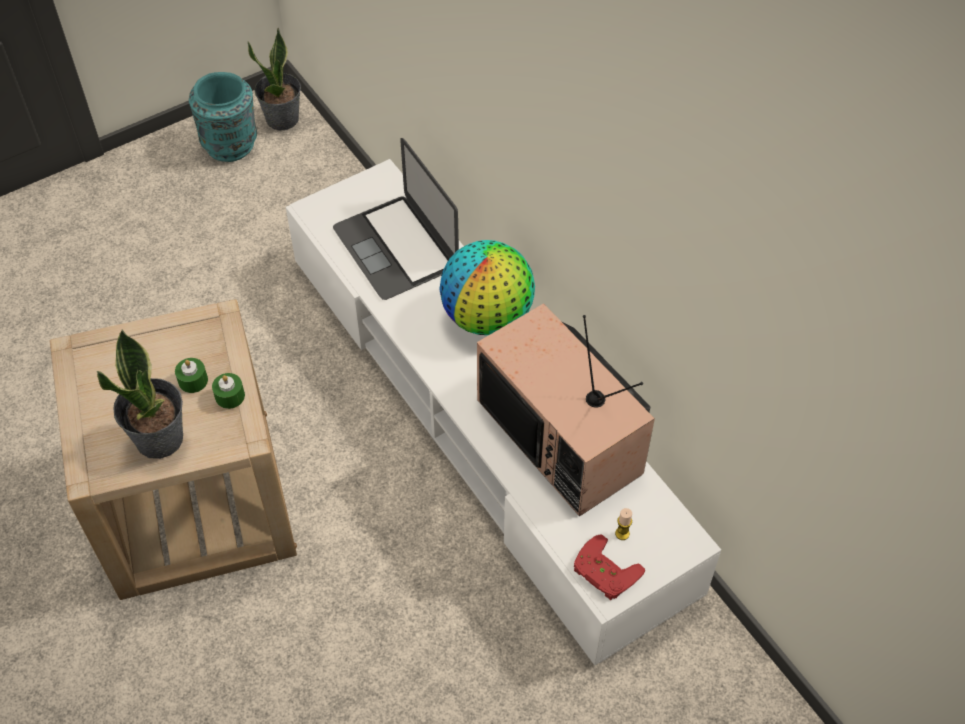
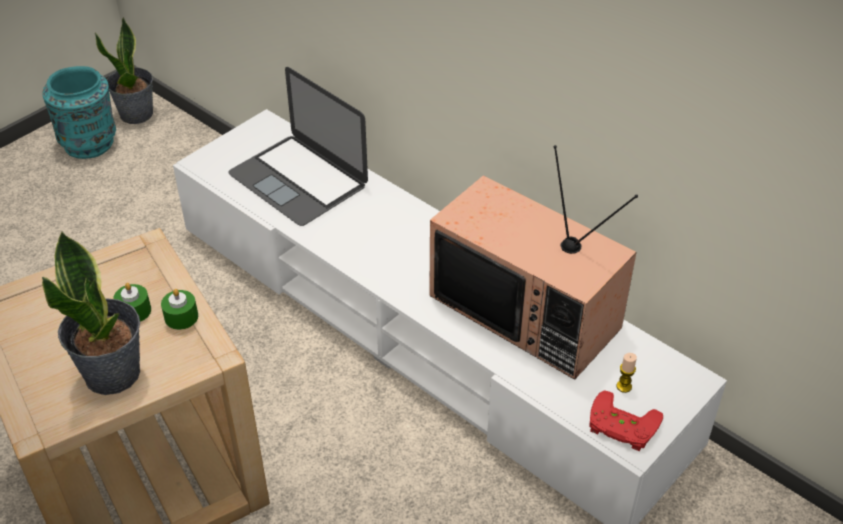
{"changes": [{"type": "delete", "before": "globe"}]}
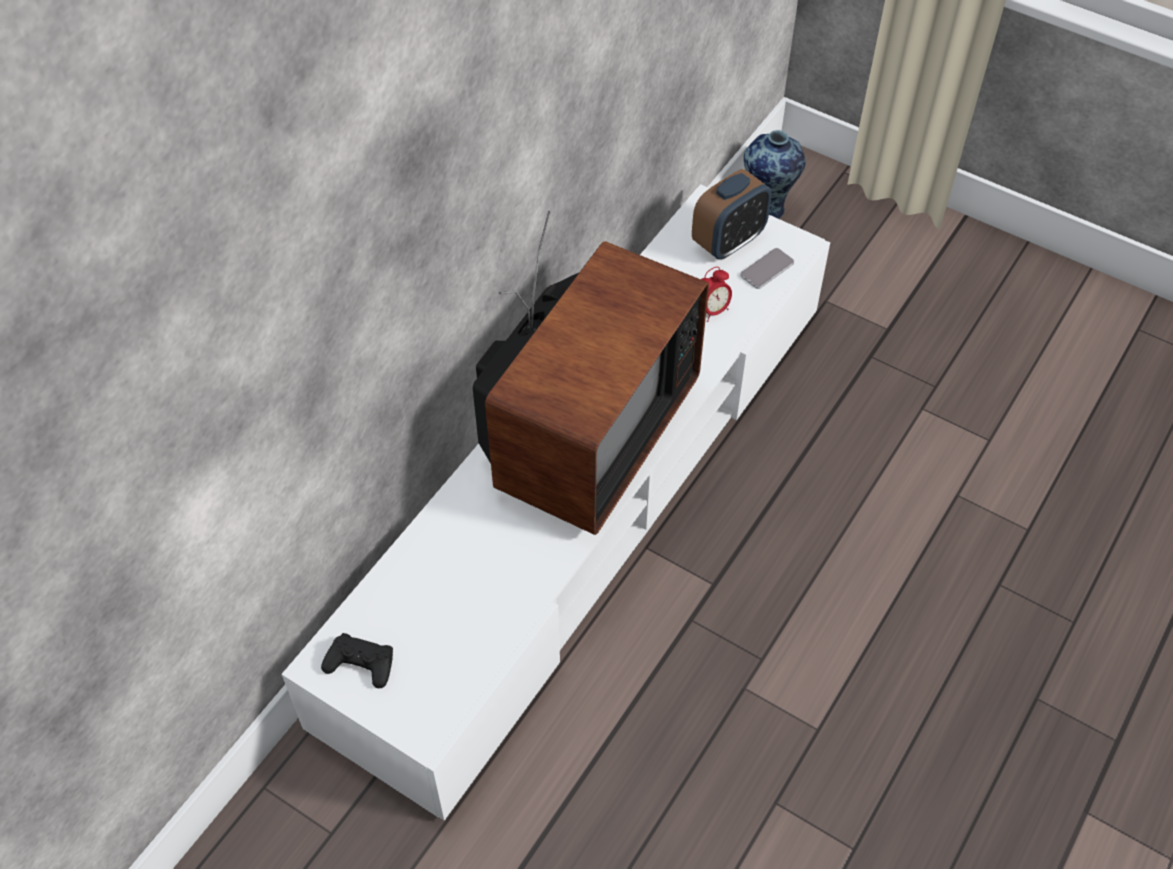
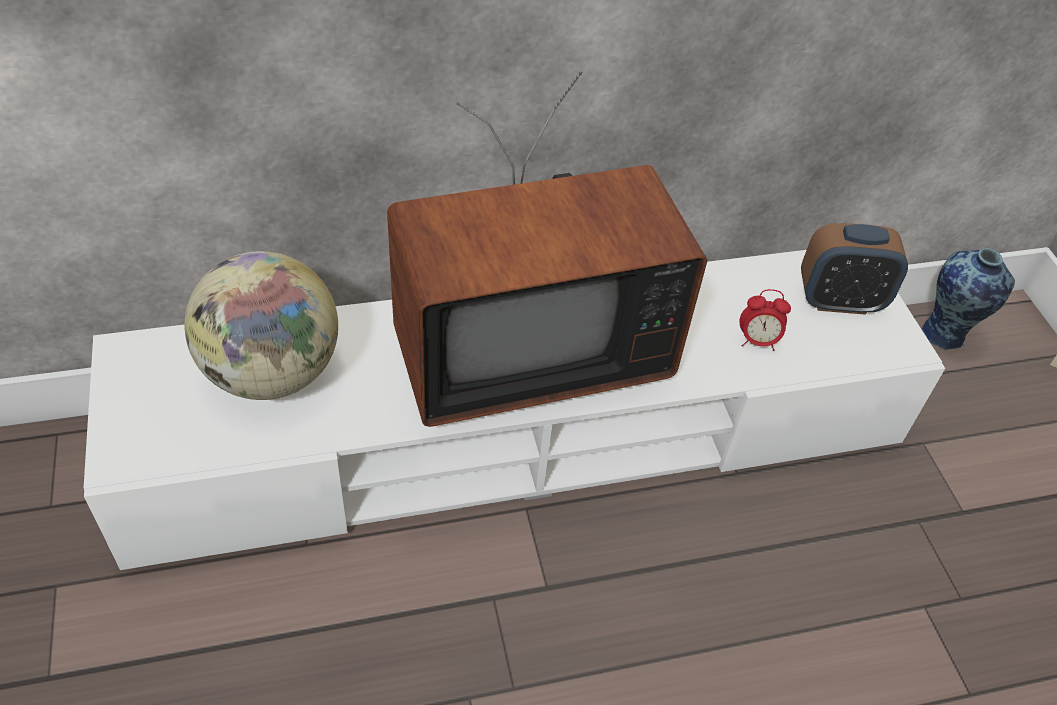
{"changes": [{"type": "delete", "before": "manette (noir)"}, {"type": "delete", "before": "téléphone"}, {"type": "insert", "after": "globe"}]}
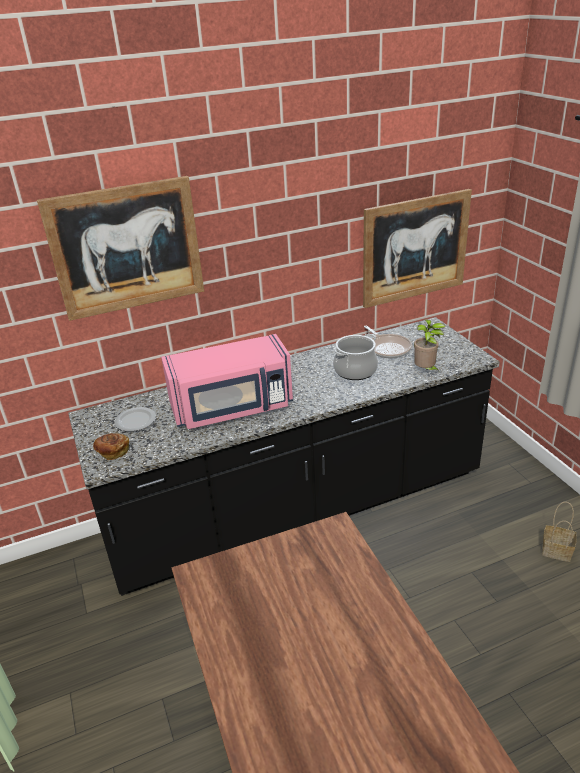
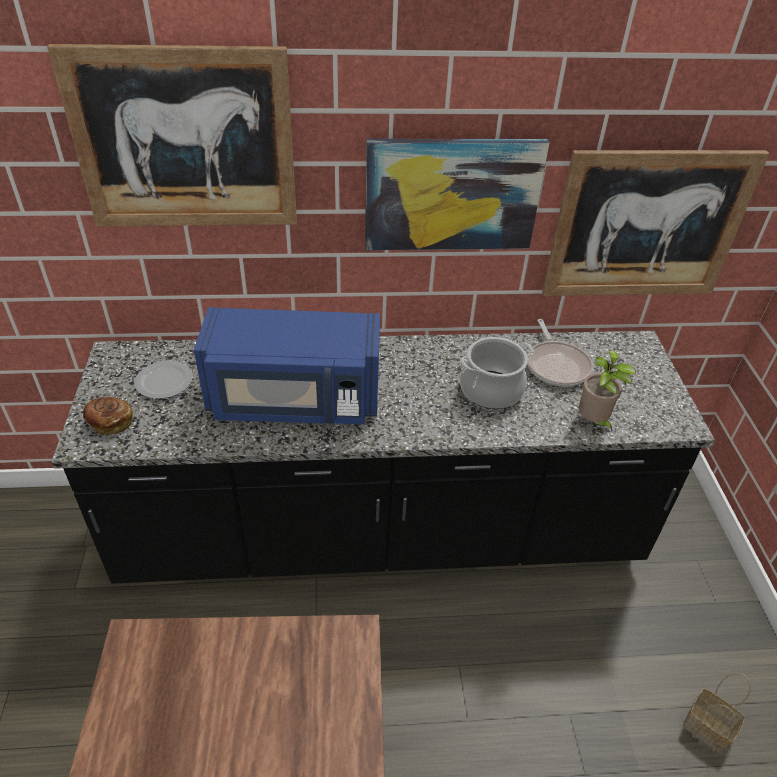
{"changes": [{"type": "recolor", "before": "micro-ondes (rose)", "after": "micro-ondes (bleu)"}, {"type": "insert", "after": "tableau (2nd from left)"}]}
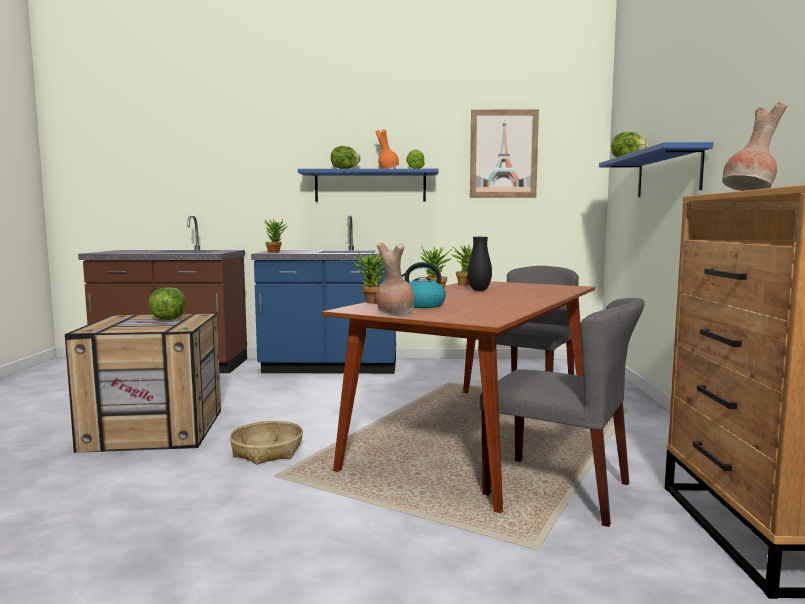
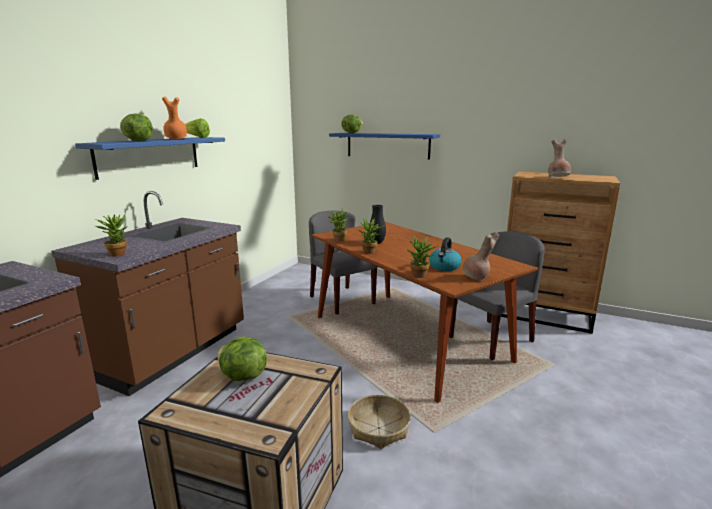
{"changes": [{"type": "recolor", "before": "comptoir de cuisine (bleu)", "after": "comptoir de cuisine (marron) (2nd from left)"}, {"type": "delete", "before": "tableau"}]}
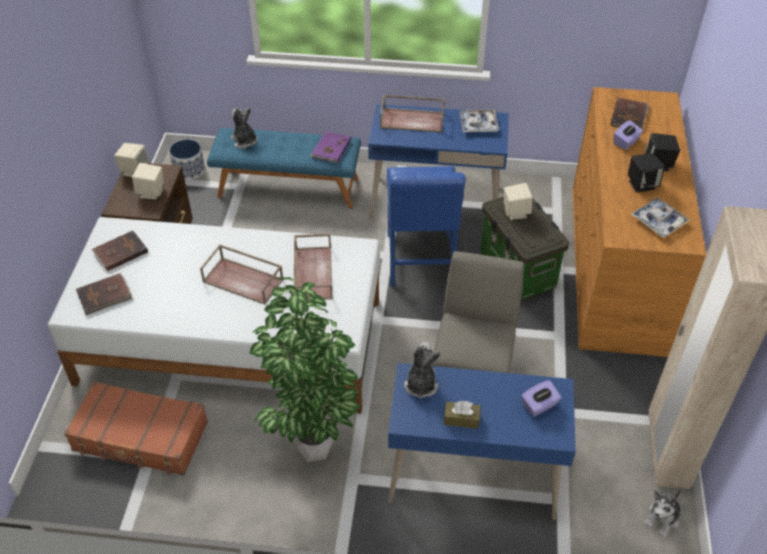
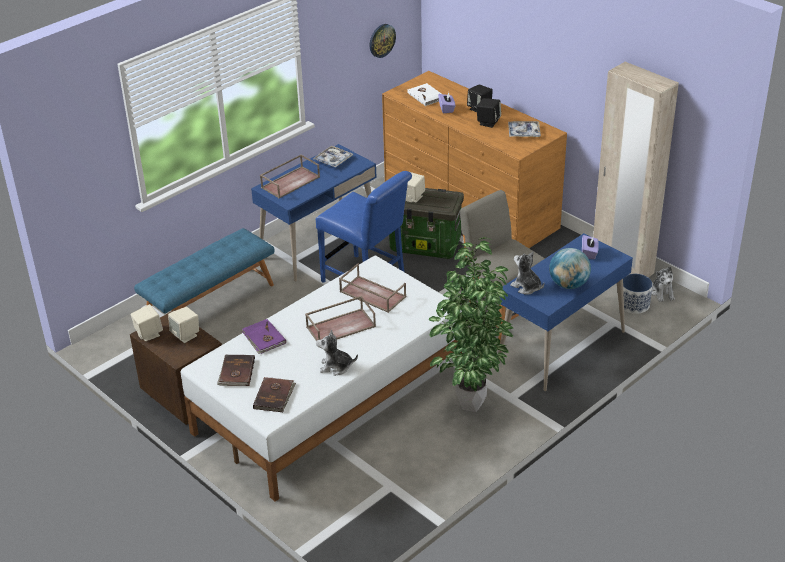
{"changes": [{"type": "delete", "before": "valise (marron)"}, {"type": "move", "before": "cache-pot"}, {"type": "move", "before": "peluche (1st from left)"}, {"type": "move", "before": "livre (violet)"}, {"type": "replace", "before": "boîte à mouchoirs (marron)", "after": "globe"}, {"type": "recolor", "before": "livre (marron) (3rd from left)", "after": "livre (blanc)"}, {"type": "insert", "after": "horloge murale"}]}
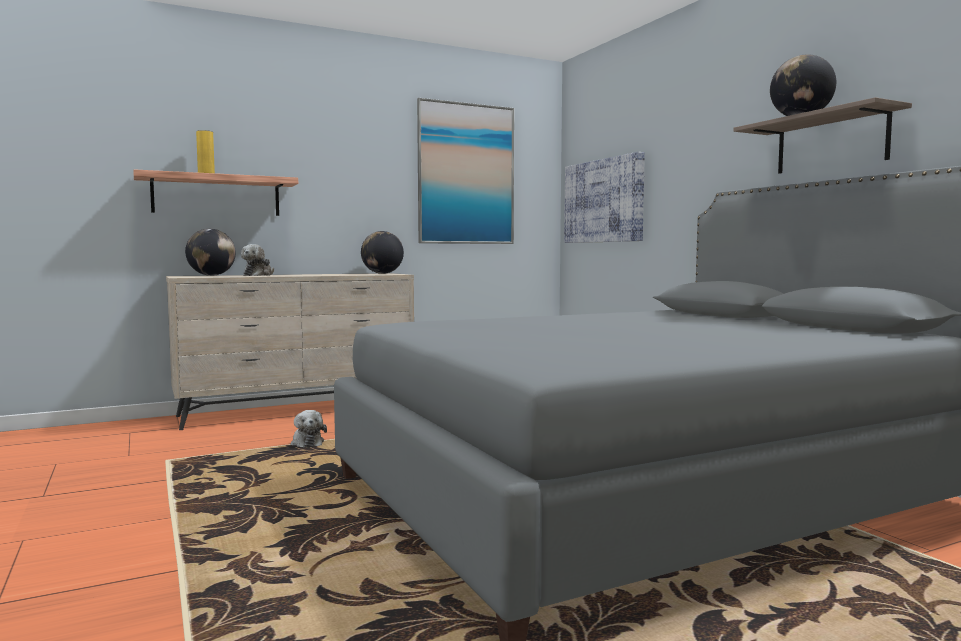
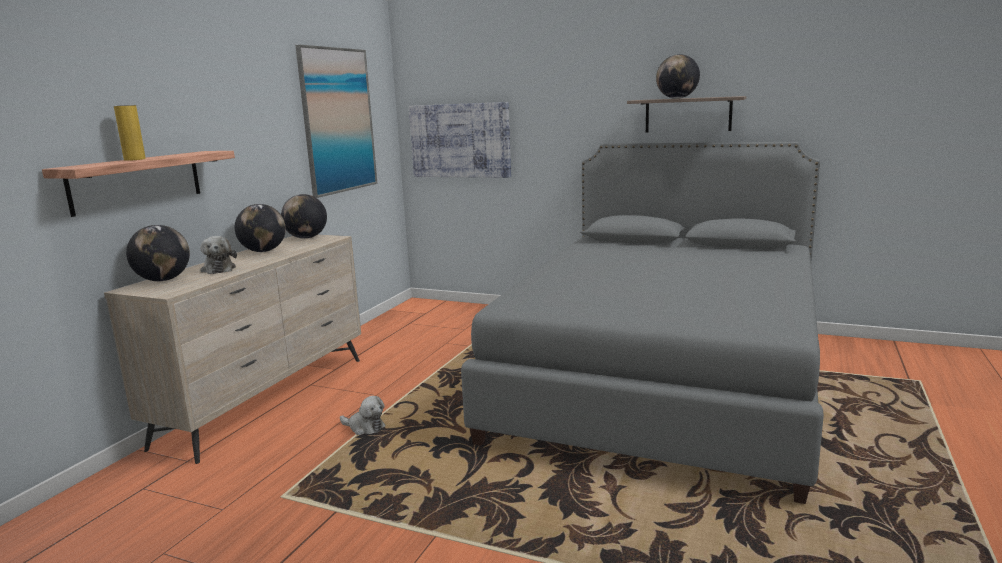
{"changes": [{"type": "insert", "after": "globe (2nd from left)"}]}
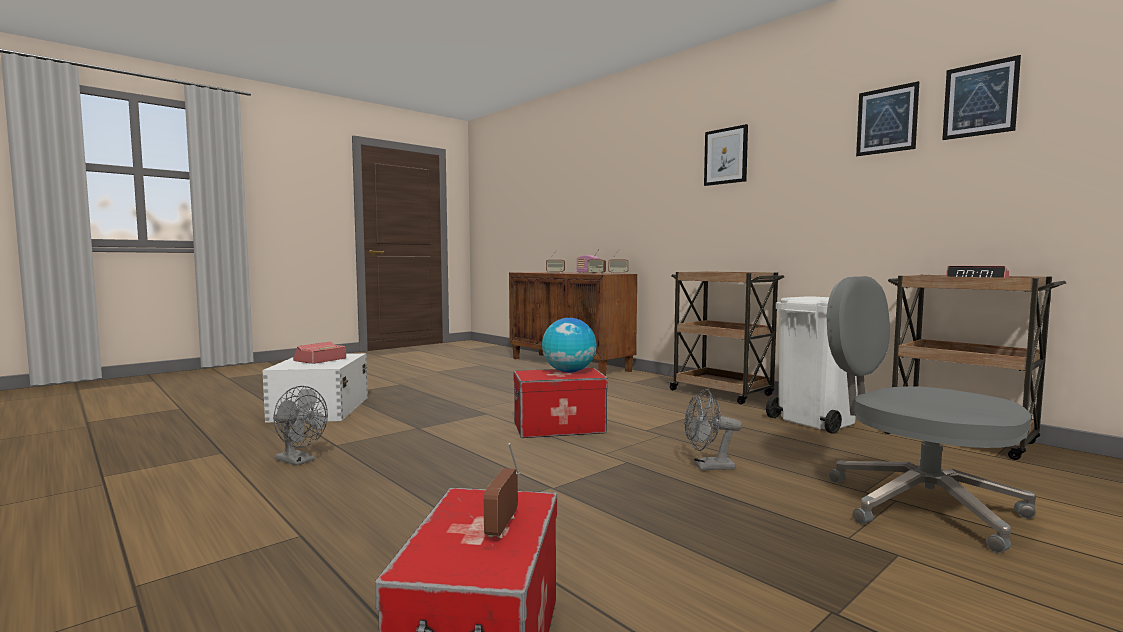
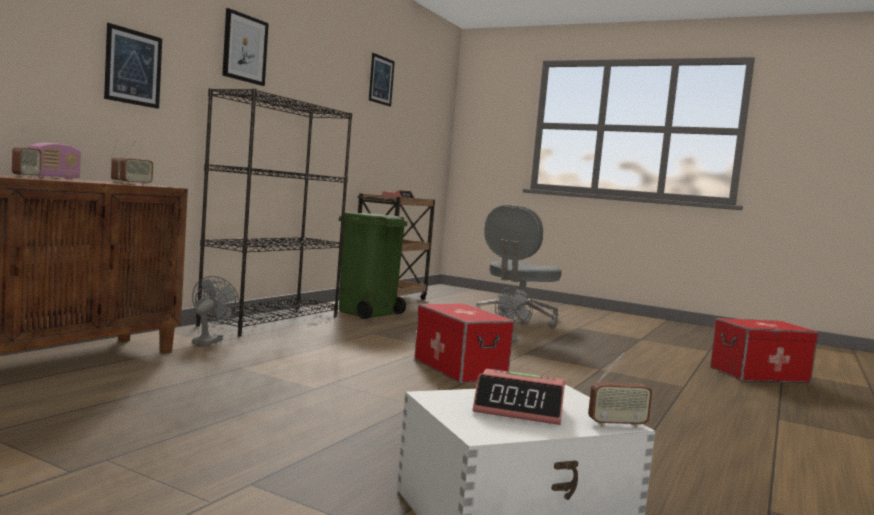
{"changes": [{"type": "move", "before": "ventilateur (gris) (1st from left)"}, {"type": "move", "before": "radio (1st from left in the first image)", "after": "radio (5th from left)"}, {"type": "delete", "before": "globe"}, {"type": "replace", "before": "chariot (marron) (1st from left)", "after": "bibliothèque (noir)"}, {"type": "recolor", "before": "poubelle (blanc)", "after": "poubelle (vert)"}, {"type": "move", "before": "tableau (2nd from left in the first image)", "after": "tableau (1st from left)"}]}
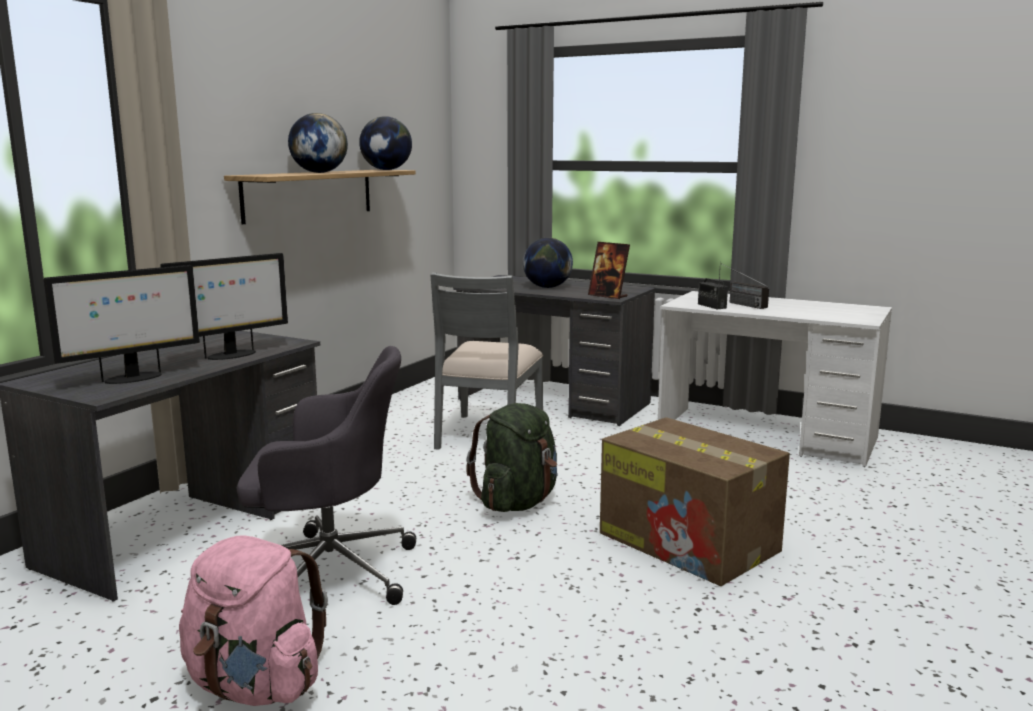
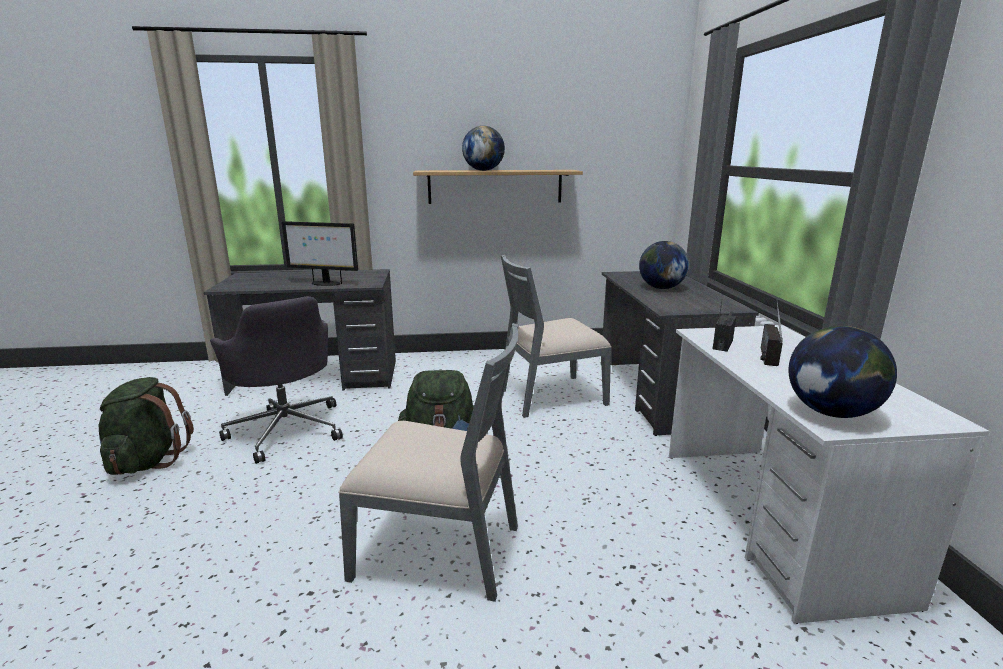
{"changes": [{"type": "delete", "before": "écran d'ordinateur (1st from left)"}, {"type": "recolor", "before": "sac à dos (rose)", "after": "sac à dos (vert) (1st from left)"}, {"type": "move", "before": "globe (2nd from left in the first image)", "after": "globe (3rd from left)"}, {"type": "delete", "before": "cadre photo"}, {"type": "replace", "before": "carton", "after": "chaise (gris) (1st from left)"}]}
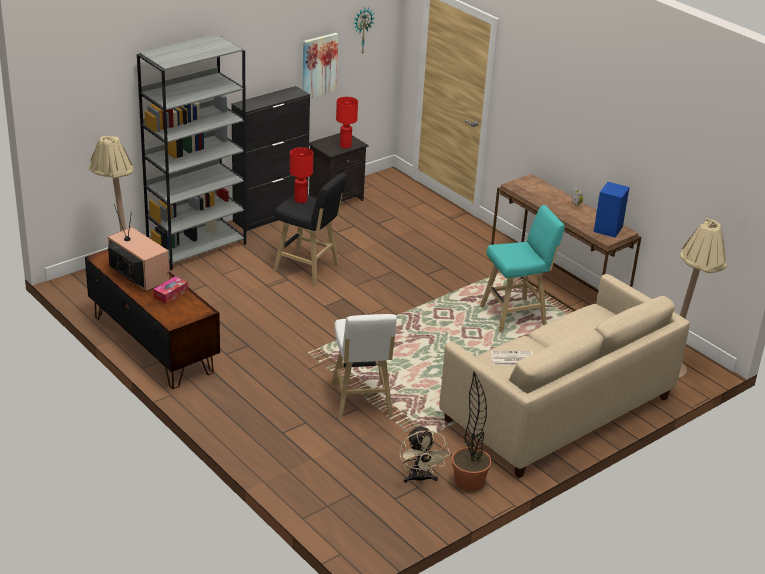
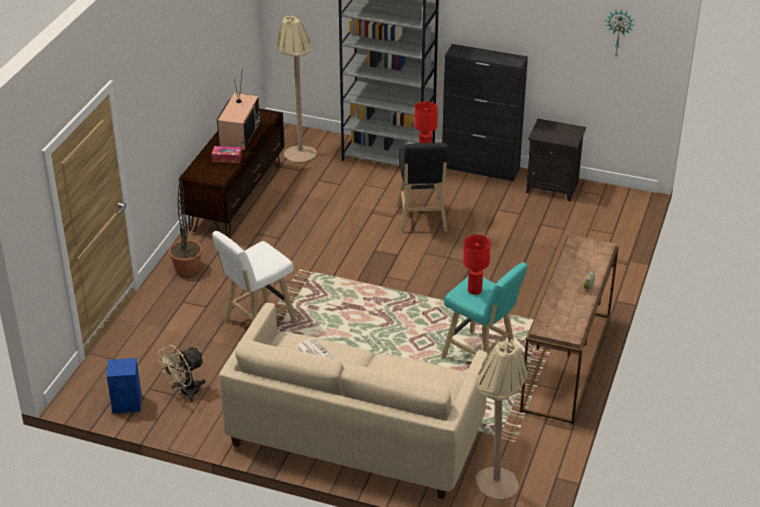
{"changes": [{"type": "delete", "before": "tableau"}, {"type": "move", "before": "lampe de table (rouge) (2nd from left)"}, {"type": "move", "before": "plante en pot"}, {"type": "move", "before": "enceinte (bleu)"}]}
